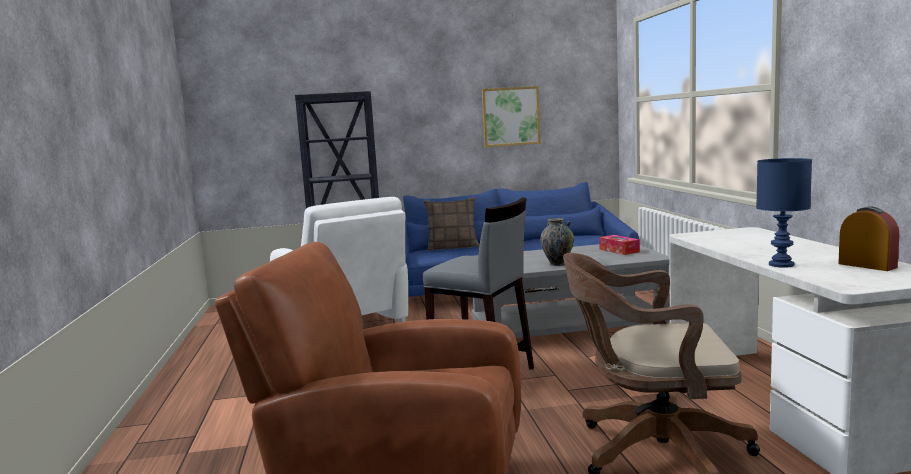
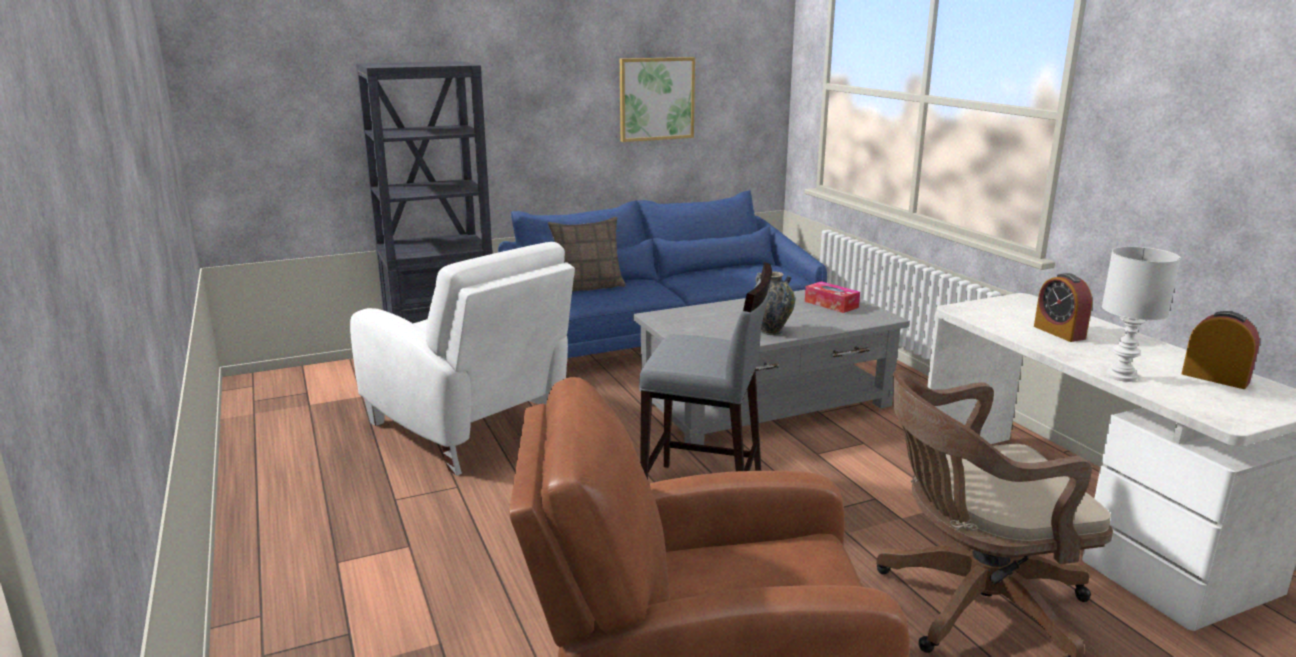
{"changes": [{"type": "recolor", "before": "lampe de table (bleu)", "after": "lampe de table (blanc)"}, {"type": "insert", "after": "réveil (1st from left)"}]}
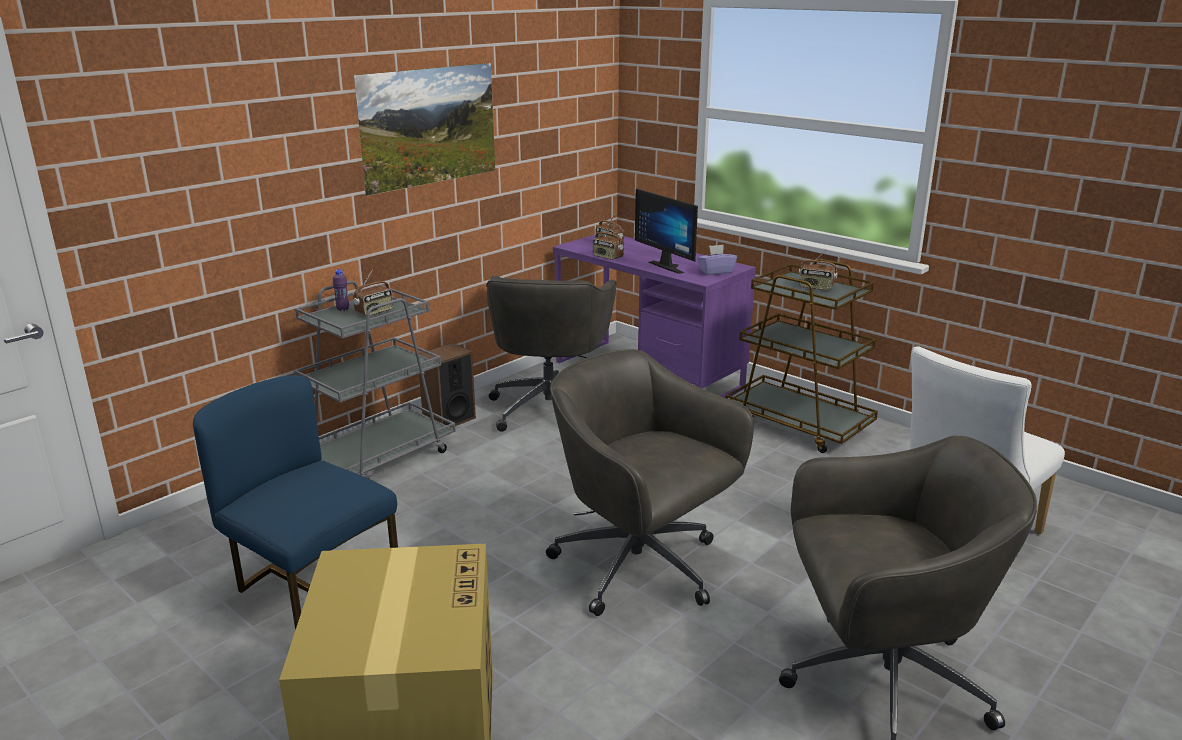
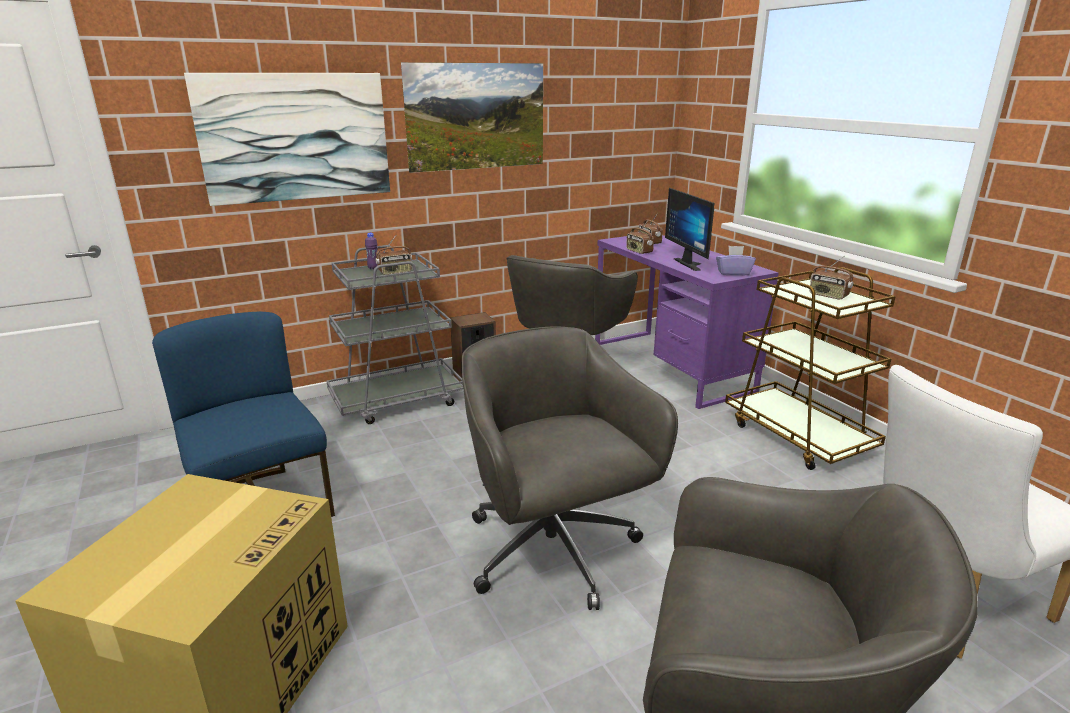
{"changes": [{"type": "insert", "after": "tableau (1st from left)"}]}
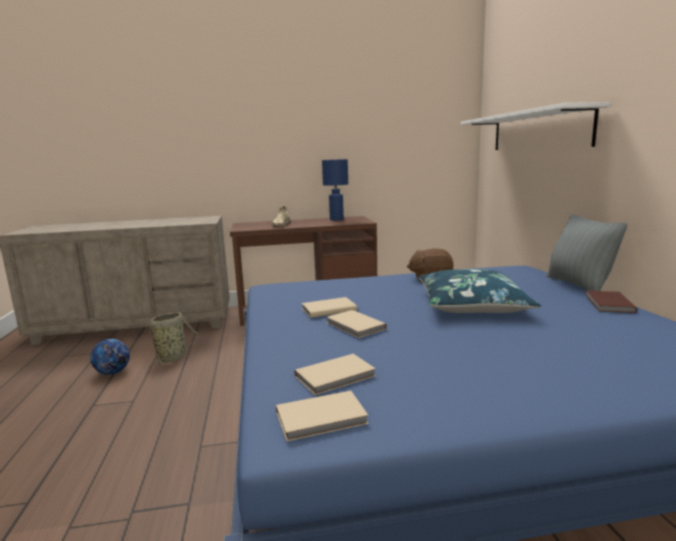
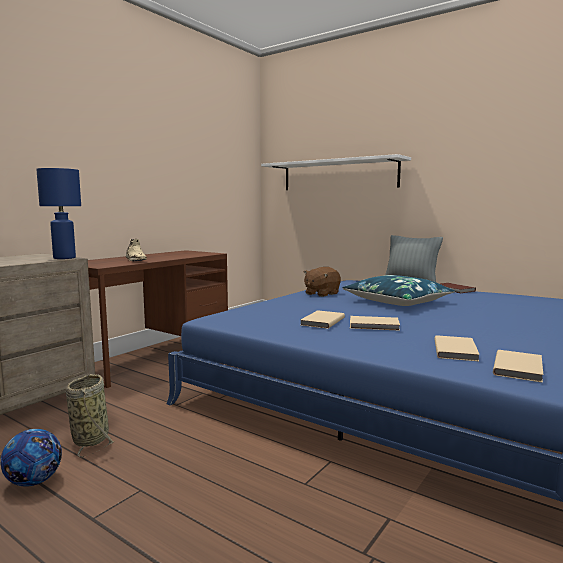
{"changes": [{"type": "move", "before": "lampe de table (bleu)"}]}
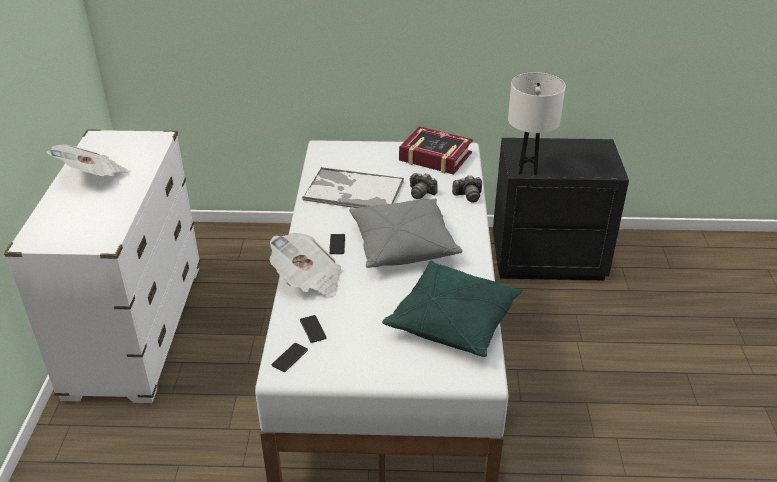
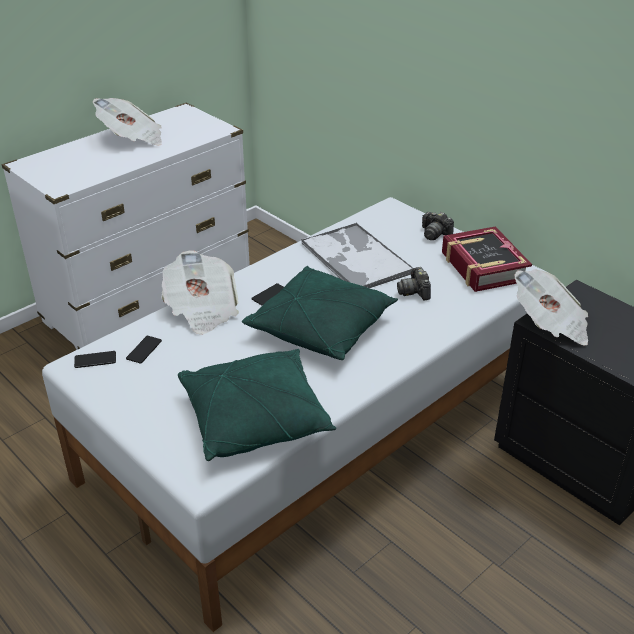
{"changes": [{"type": "recolor", "before": "coussin (gris)", "after": "coussin (vert) (2nd from left)"}, {"type": "move", "before": "appareil photo (2nd from left)"}, {"type": "replace", "before": "lampe de table (blanc)", "after": "journal (3rd from left)"}]}
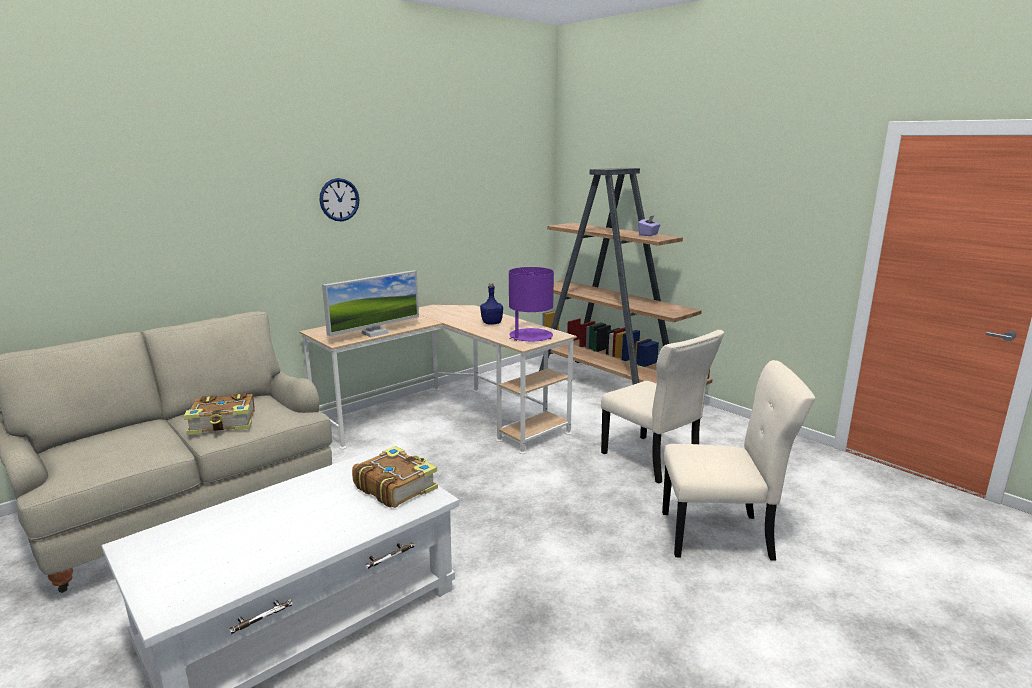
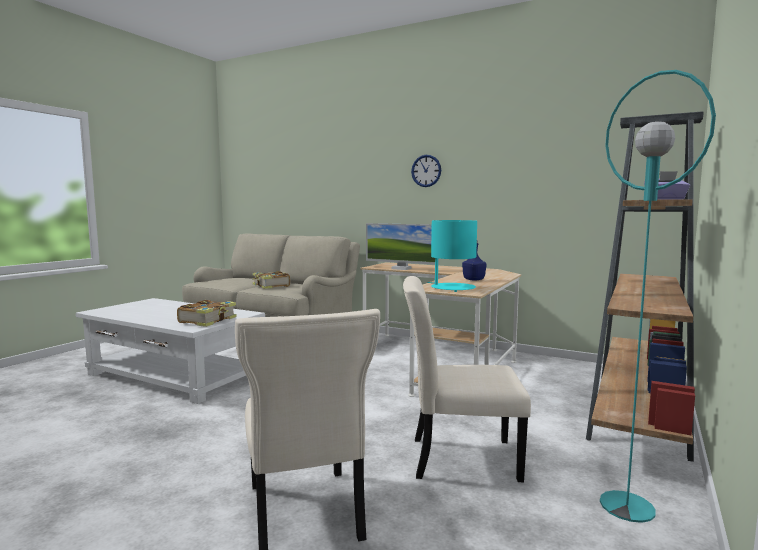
{"changes": [{"type": "recolor", "before": "lampe de table (violet)", "after": "lampe de table (turquoise)"}, {"type": "rotate", "before": "chaise (beige) (1st from left in the first image)", "turn": 60}, {"type": "insert", "after": "lampadaire (turquoise)"}]}
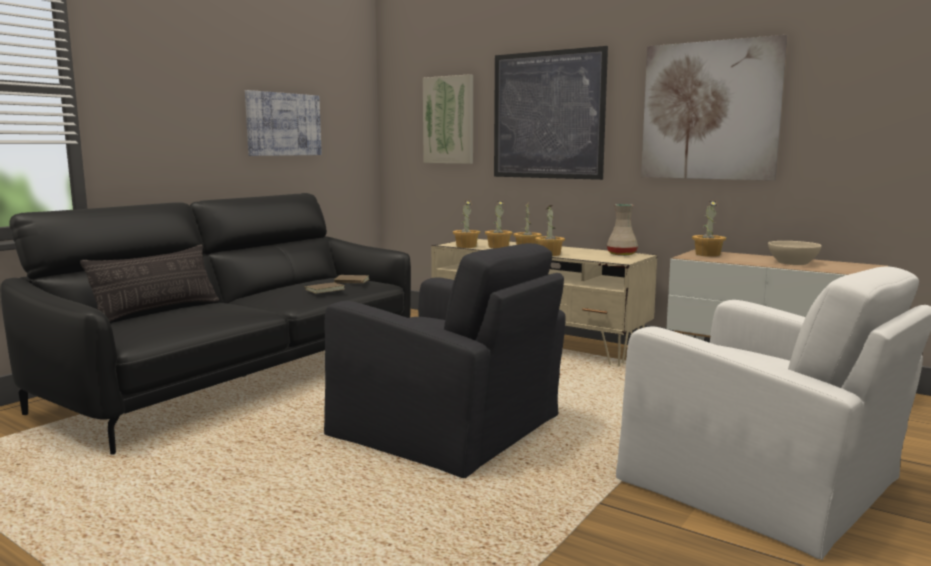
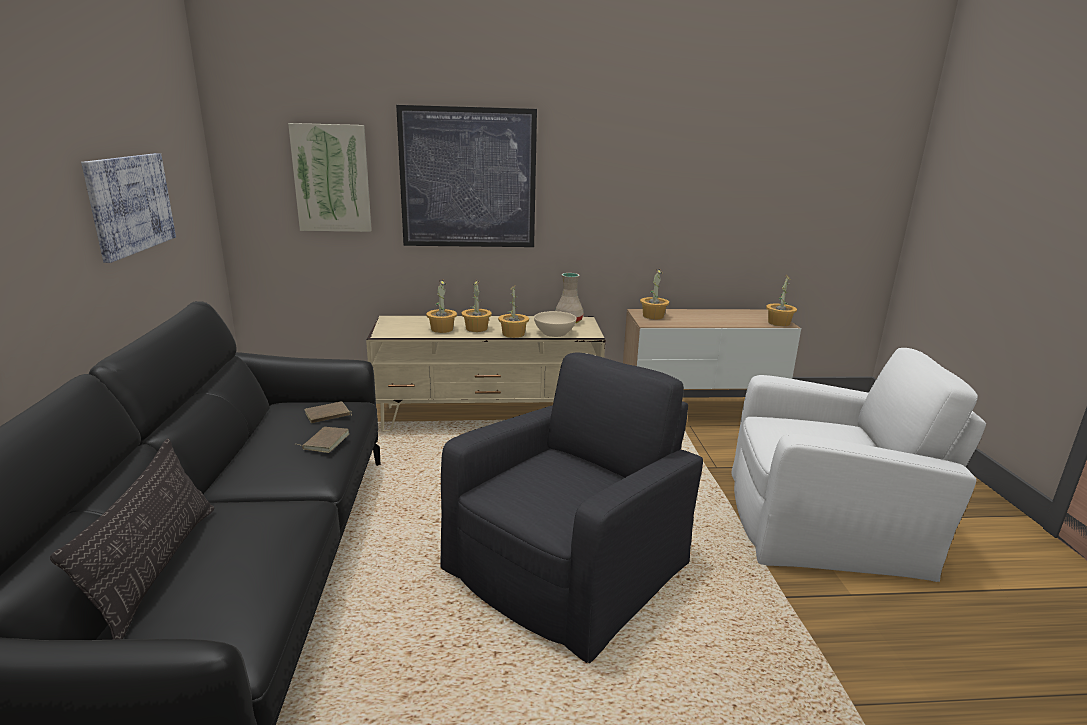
{"changes": [{"type": "rotate", "before": "fauteuil (noir)", "turn": -45}, {"type": "move", "before": "plante en pot (1st from left in the first image)", "after": "plante en pot (5th from left)"}, {"type": "delete", "before": "tableau (4th from left)"}, {"type": "move", "before": "bol (beige)"}]}
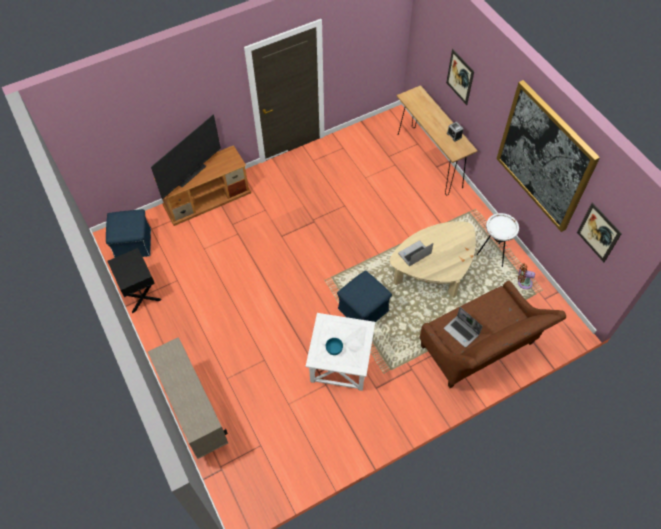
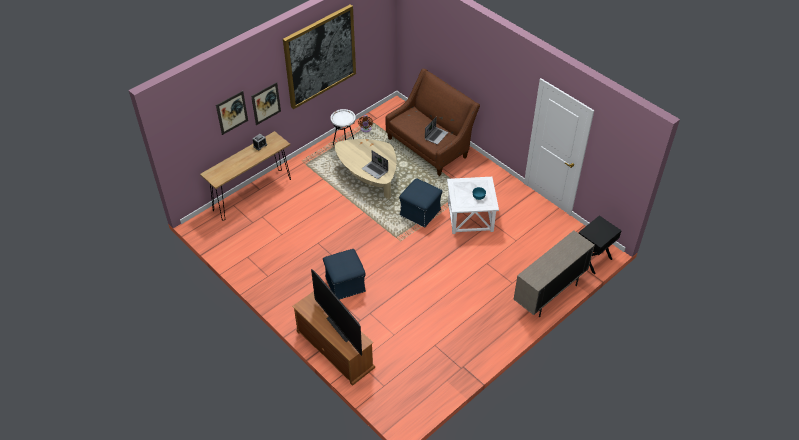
{"changes": [{"type": "move", "before": "pouf (bleu) (1st from left)"}, {"type": "move", "before": "table de chevet (noir)"}, {"type": "rotate", "before": "téléviseur", "turn": -150}, {"type": "move", "before": "tableau (3rd from left in the first image)", "after": "tableau (2nd from left)"}]}
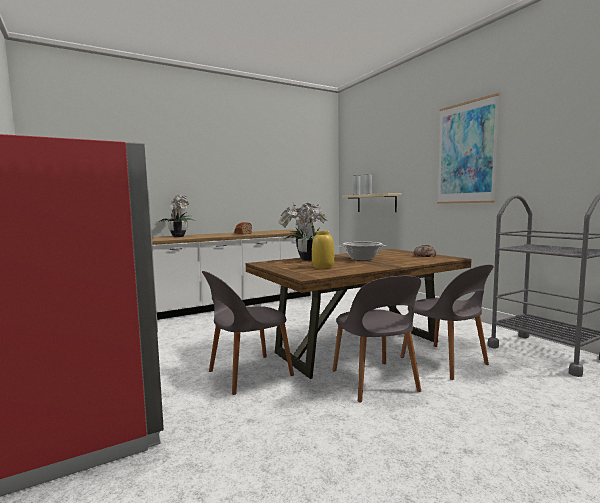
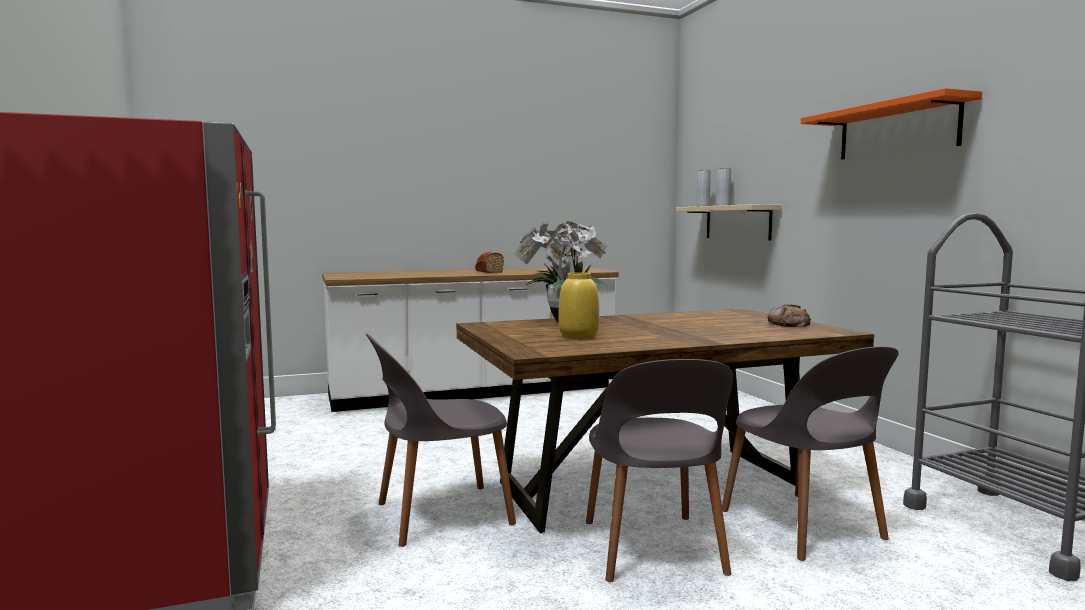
{"changes": [{"type": "delete", "before": "plante en pot (1st from left)"}, {"type": "delete", "before": "marmite"}, {"type": "replace", "before": "tableau", "after": "étagère (orange)"}]}
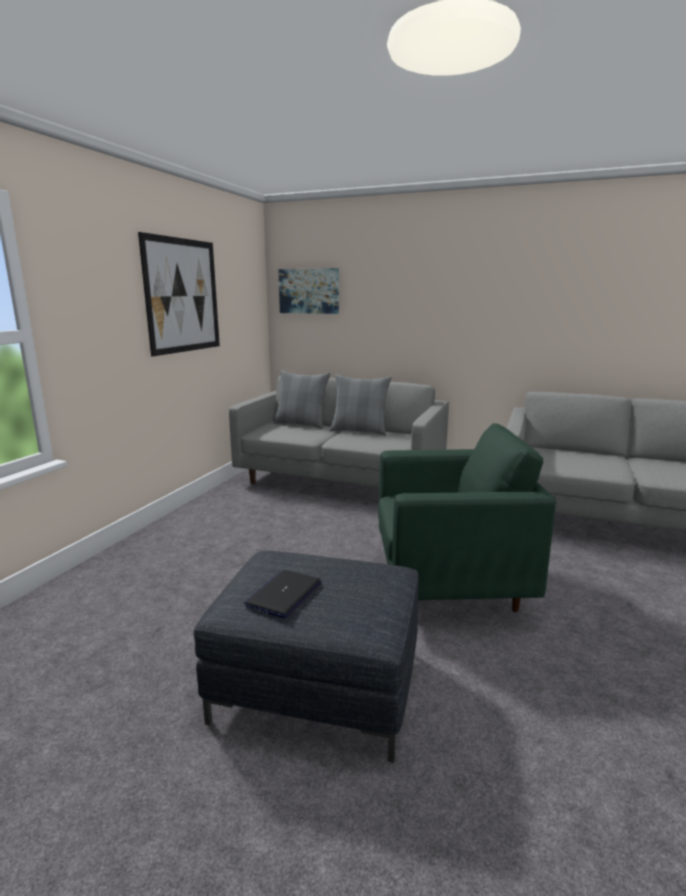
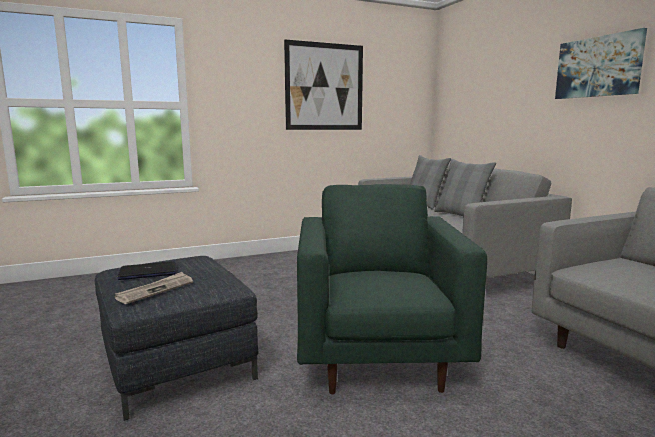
{"changes": [{"type": "move", "before": "tableau (2nd from left)"}, {"type": "rotate", "before": "fauteuil (vert)", "turn": -135}, {"type": "insert", "after": "journal"}]}
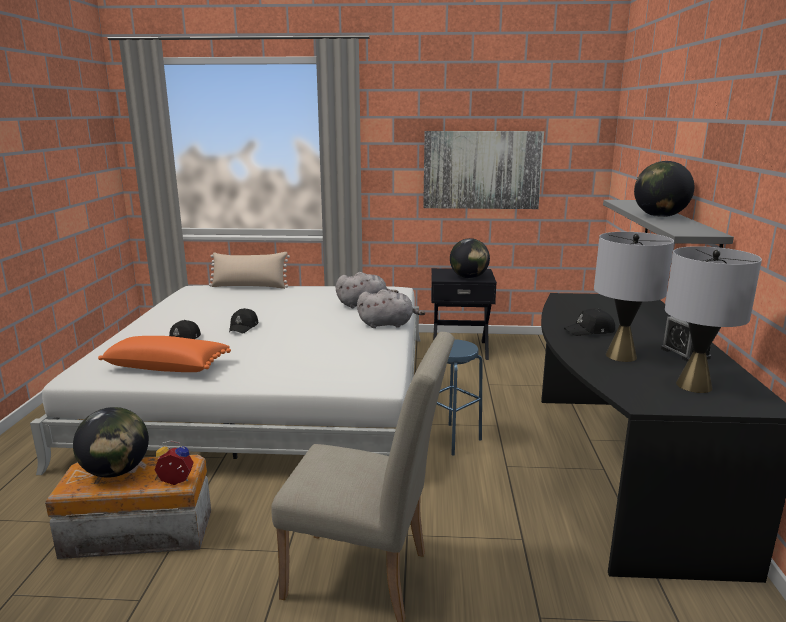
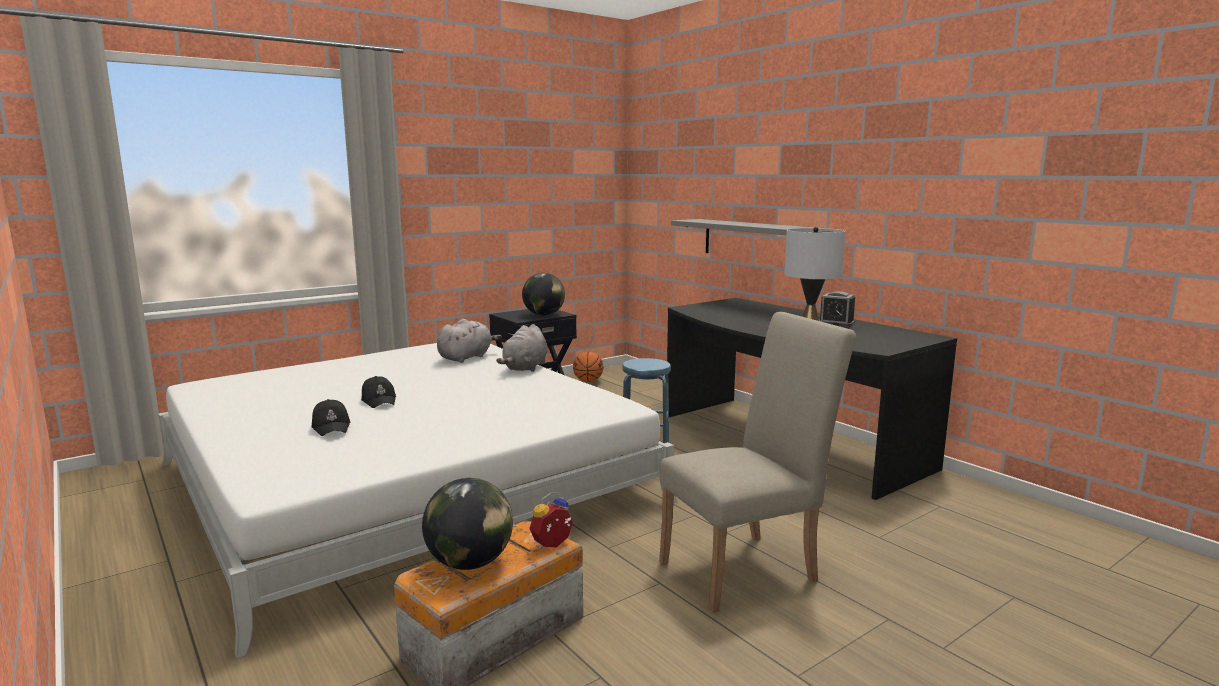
{"changes": [{"type": "delete", "before": "coussin (orange)"}, {"type": "delete", "before": "coussin (beige)"}, {"type": "rotate", "before": "peluche (gris) (2nd from left)", "turn": 150}, {"type": "delete", "before": "tableau"}, {"type": "delete", "before": "casquette (noir) (3rd from left)"}, {"type": "delete", "before": "globe (3rd from left)"}, {"type": "delete", "before": "lampe de table (gris) (2nd from left)"}, {"type": "insert", "after": "ballon de basket"}]}
